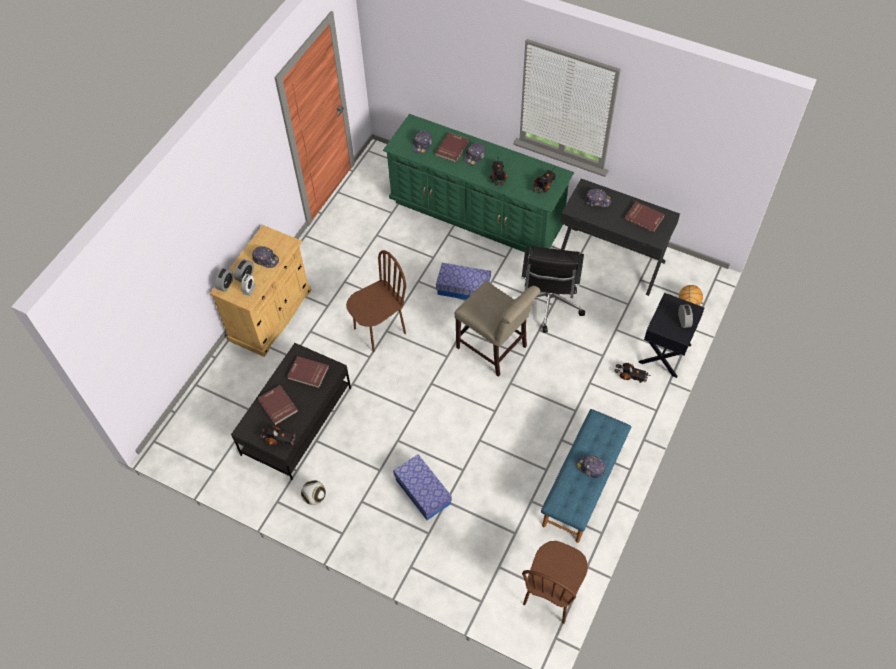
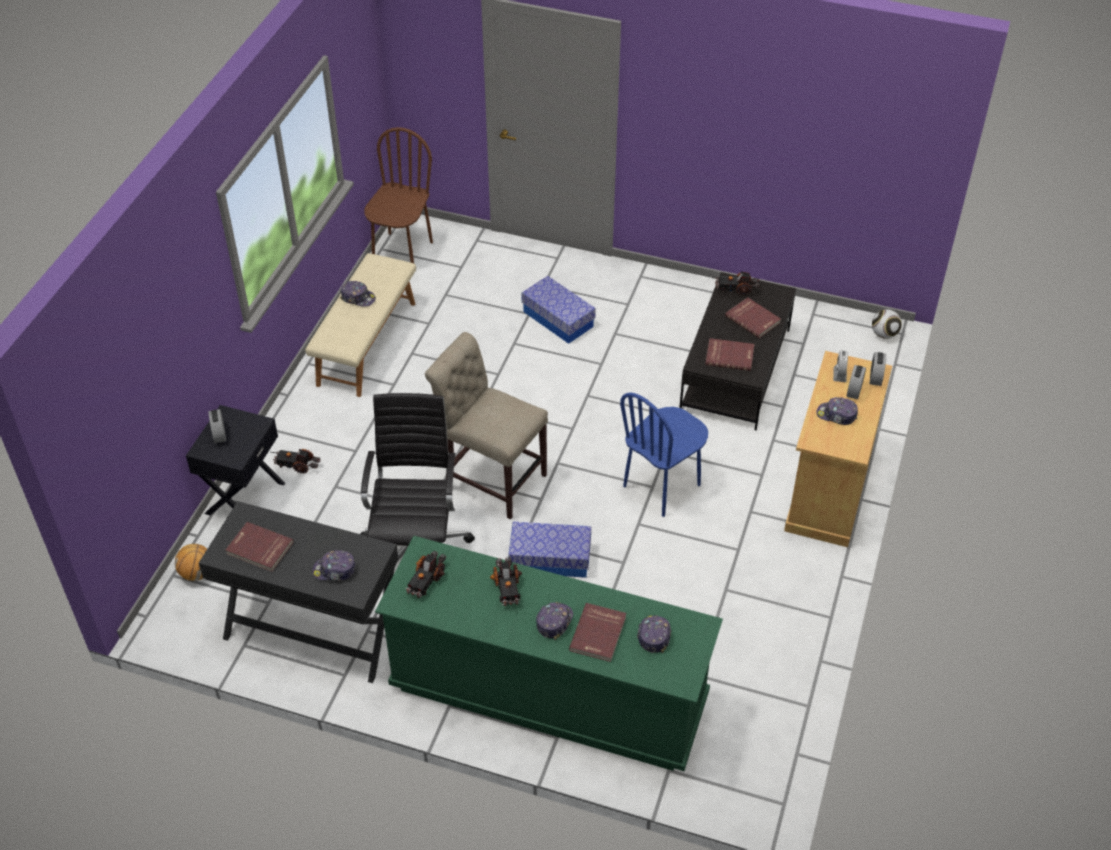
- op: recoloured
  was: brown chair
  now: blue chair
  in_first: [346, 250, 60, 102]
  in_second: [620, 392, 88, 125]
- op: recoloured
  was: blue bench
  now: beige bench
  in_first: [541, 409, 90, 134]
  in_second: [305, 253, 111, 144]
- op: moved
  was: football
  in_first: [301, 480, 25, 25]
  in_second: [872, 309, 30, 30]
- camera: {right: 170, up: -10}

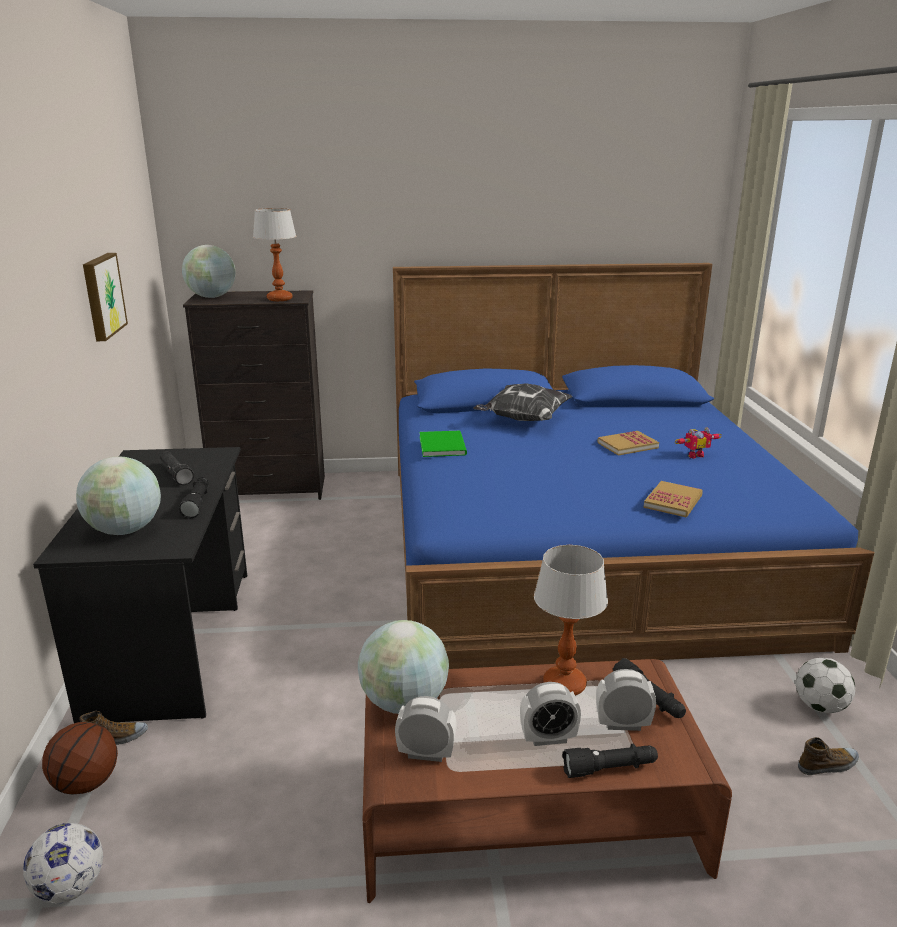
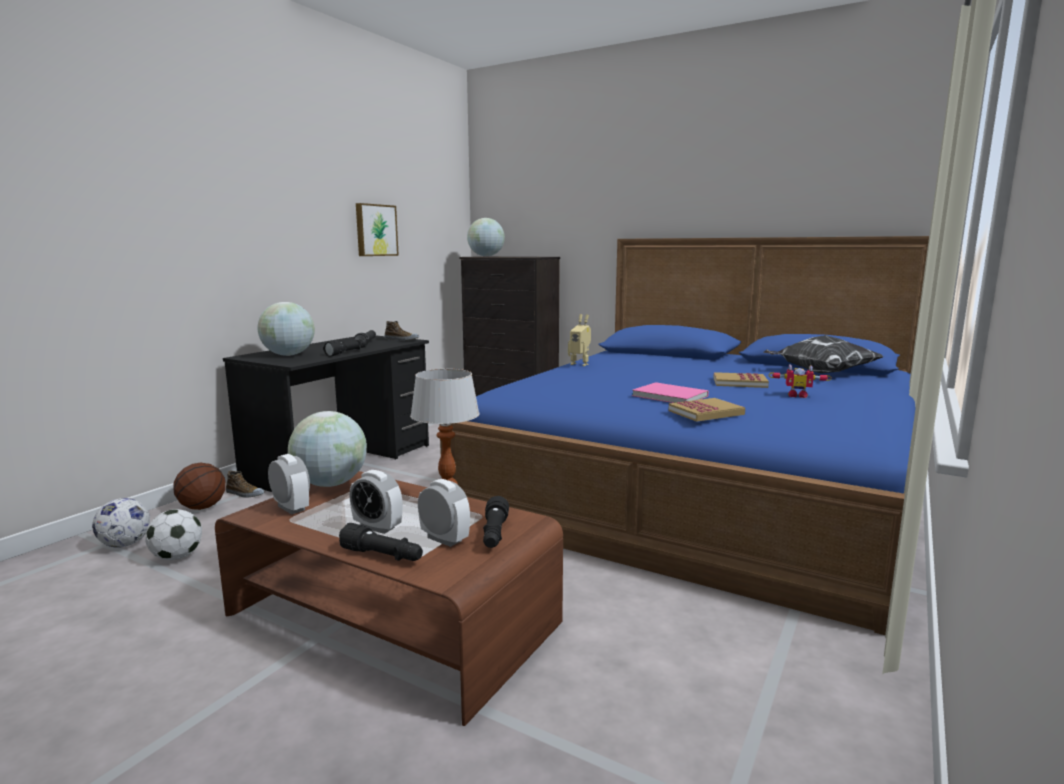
- op: removed
  was: table lamp
  in_first: [253, 208, 43, 93]
- op: moved
  was: pillow
  in_first: [473, 383, 100, 38]
  in_second: [763, 335, 121, 39]
- op: replaced
  was: green book
  now: toy robot
  in_first: [419, 431, 48, 26]
  in_second: [568, 314, 23, 52]
- op: moved
  was: football
  in_first: [796, 658, 59, 55]
  in_second: [145, 509, 57, 51]
- op: moved
  was: shoe
  in_first: [798, 737, 61, 38]
  in_second: [384, 321, 35, 20]
- op: added
  now: pink book
  in_second: [632, 382, 77, 21]
- camera: {right: 35, up: -10}

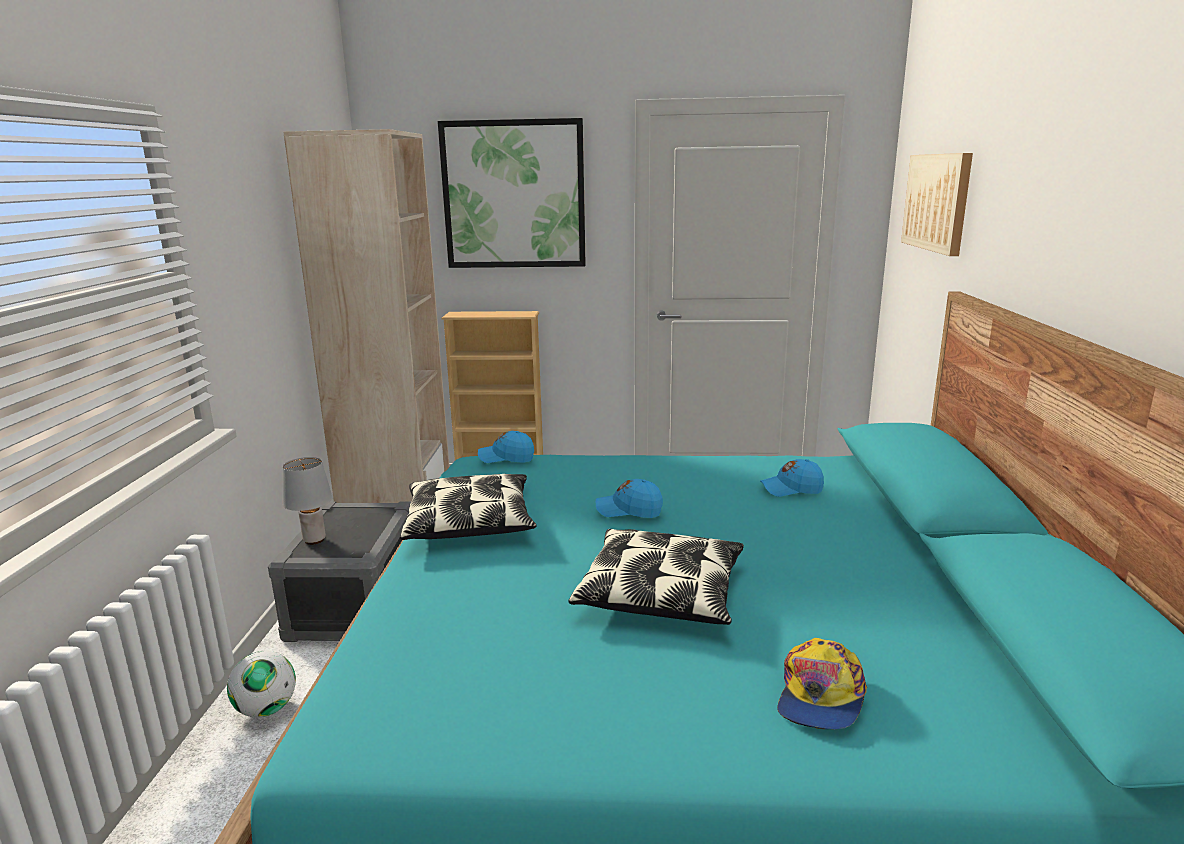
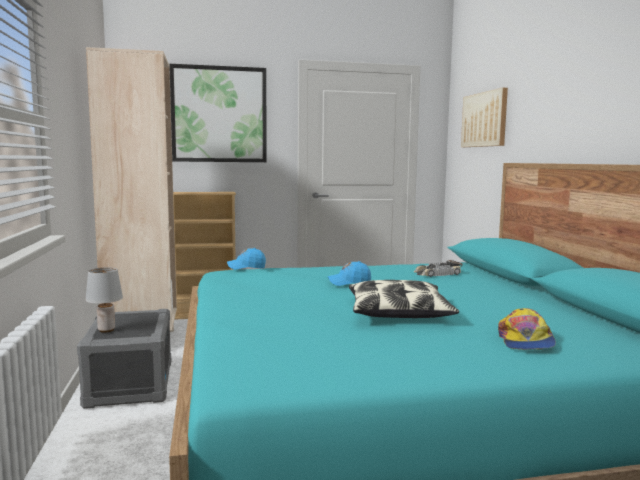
- op: replaced
  was: blue cap
  now: toy car
  in_first: [760, 459, 64, 38]
  in_second: [414, 260, 48, 17]
- op: removed
  was: pillow
  in_first: [400, 474, 136, 66]
- op: removed
  was: football
  in_first: [227, 651, 69, 67]
- camera: {right: -15, up: -10}

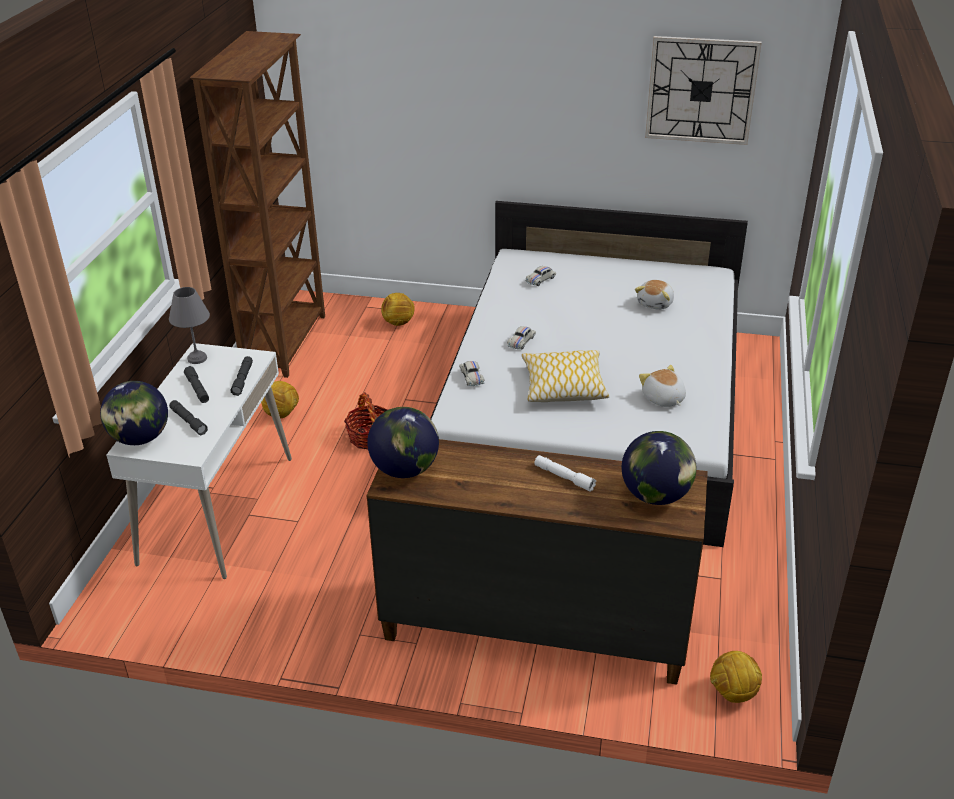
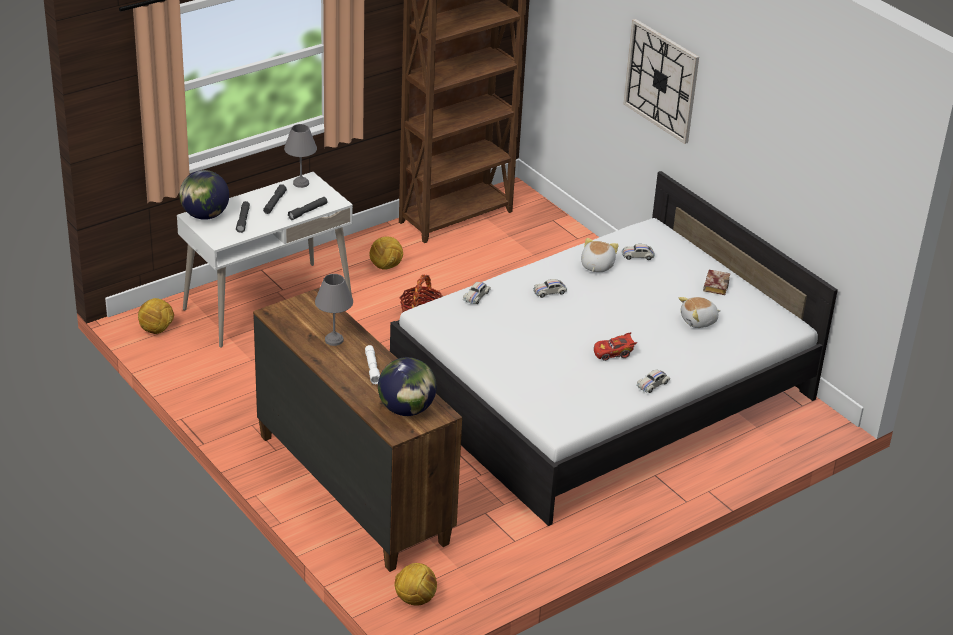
- op: moved
  was: wall clock
  in_first: [645, 36, 117, 109]
  in_second: [623, 19, 76, 125]
- op: moved
  was: football
  in_first: [381, 293, 34, 33]
  in_second: [138, 298, 36, 36]
- op: removed
  was: pillow
  in_first: [521, 350, 88, 52]
- op: moved
  was: plush toy
  in_first: [639, 365, 47, 42]
  in_second: [581, 238, 37, 34]
- op: removed
  was: globe
  in_first: [367, 407, 72, 71]
- op: added
  now: book
  in_second: [703, 270, 27, 25]
- op: added
  now: grey table lamp
  in_second: [315, 274, 38, 72]
- op: added
  now: red toy car
  in_second: [594, 332, 43, 29]
- op: added
  now: white toy car
  in_second: [637, 370, 33, 23]
- camera: {right: 40, up: 0}

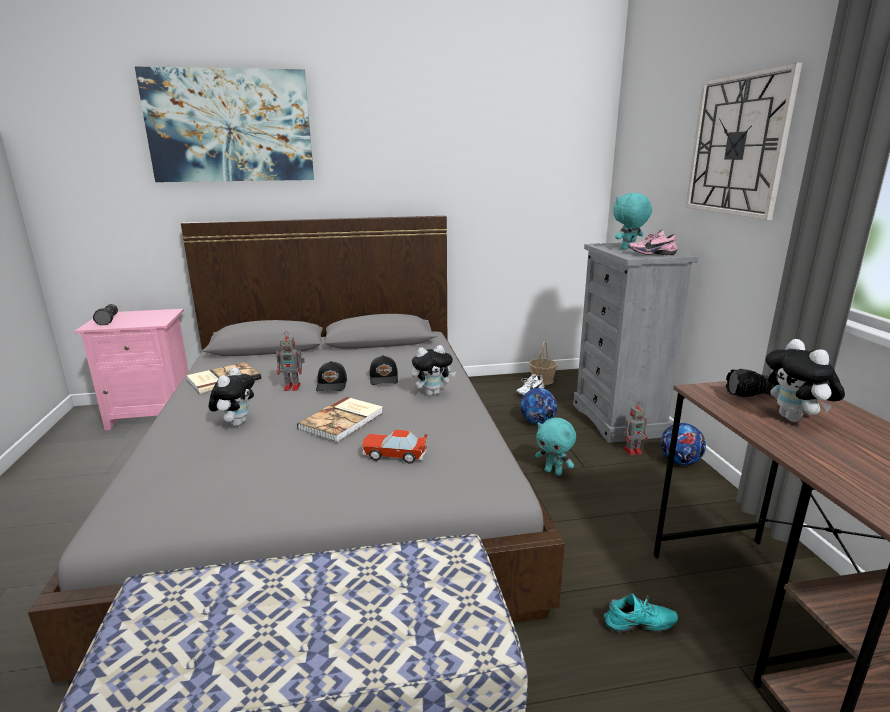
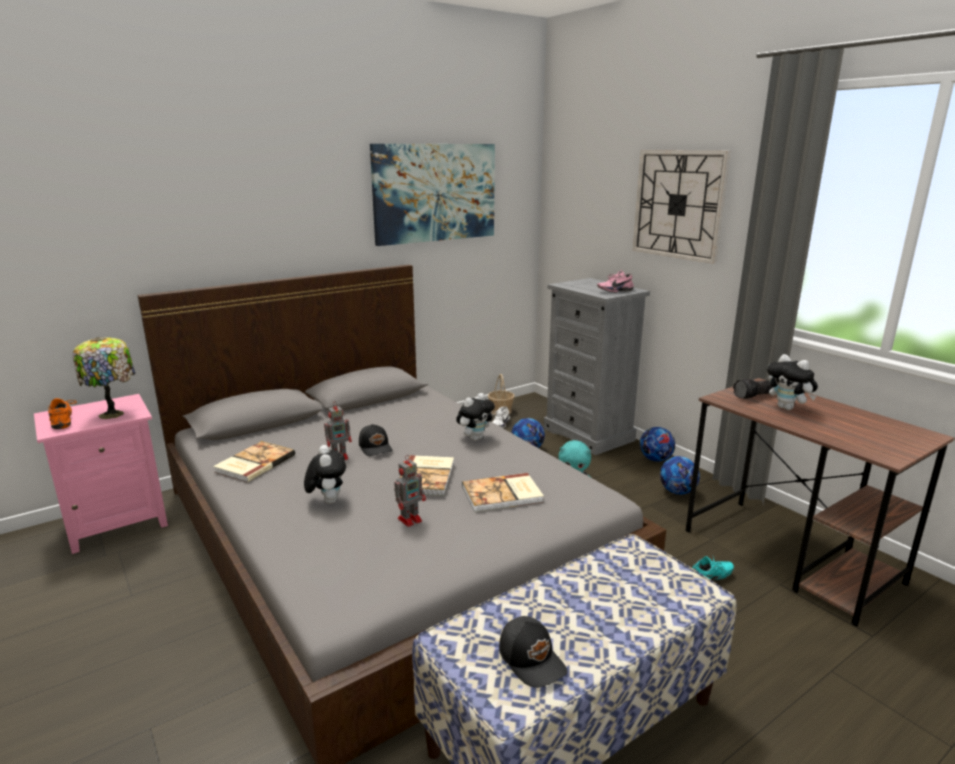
- op: moved
  was: picture
  in_first: [135, 67, 179, 115]
  in_second: [370, 144, 125, 102]
- op: removed
  was: turquoise plush toy
  in_first: [613, 193, 39, 57]
- op: replaced
  was: flashlight
  now: orange shoe
  in_first: [93, 304, 25, 21]
  in_second: [48, 398, 29, 31]
- op: moved
  was: black cap
  in_first: [369, 355, 29, 30]
  in_second: [499, 616, 69, 72]
- op: moved
  was: toy robot
  in_first: [623, 402, 25, 54]
  in_second: [394, 455, 32, 72]
- op: replaced
  was: toy car
  now: book
  in_first: [362, 430, 65, 34]
  in_second: [462, 473, 82, 39]
- op: added
  now: table lamp
  in_second: [72, 337, 63, 82]
- op: added
  now: football
  in_second: [660, 456, 40, 39]
- camera: {right: -25, up: 0}

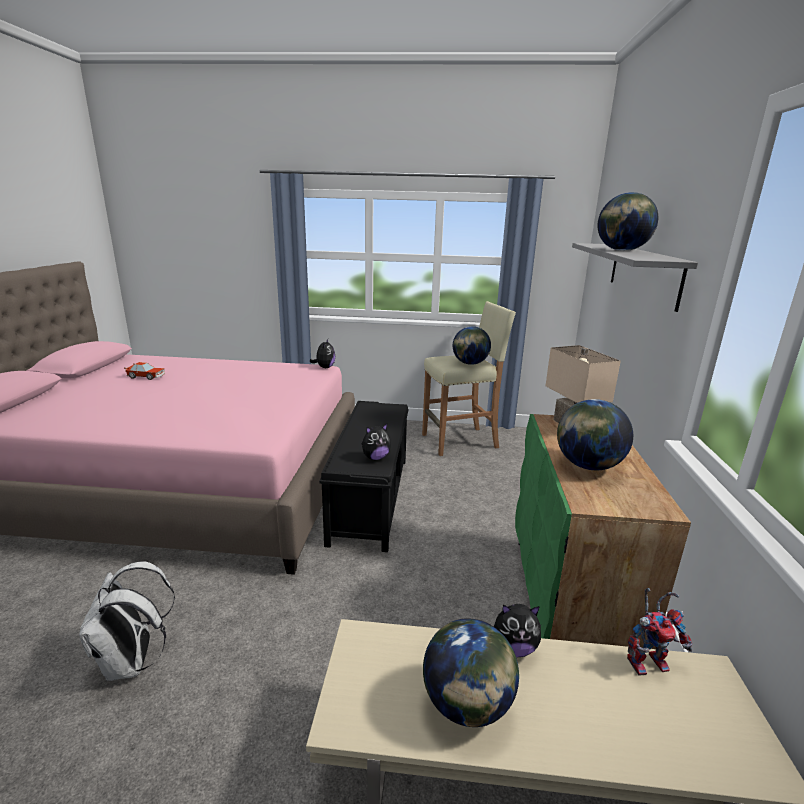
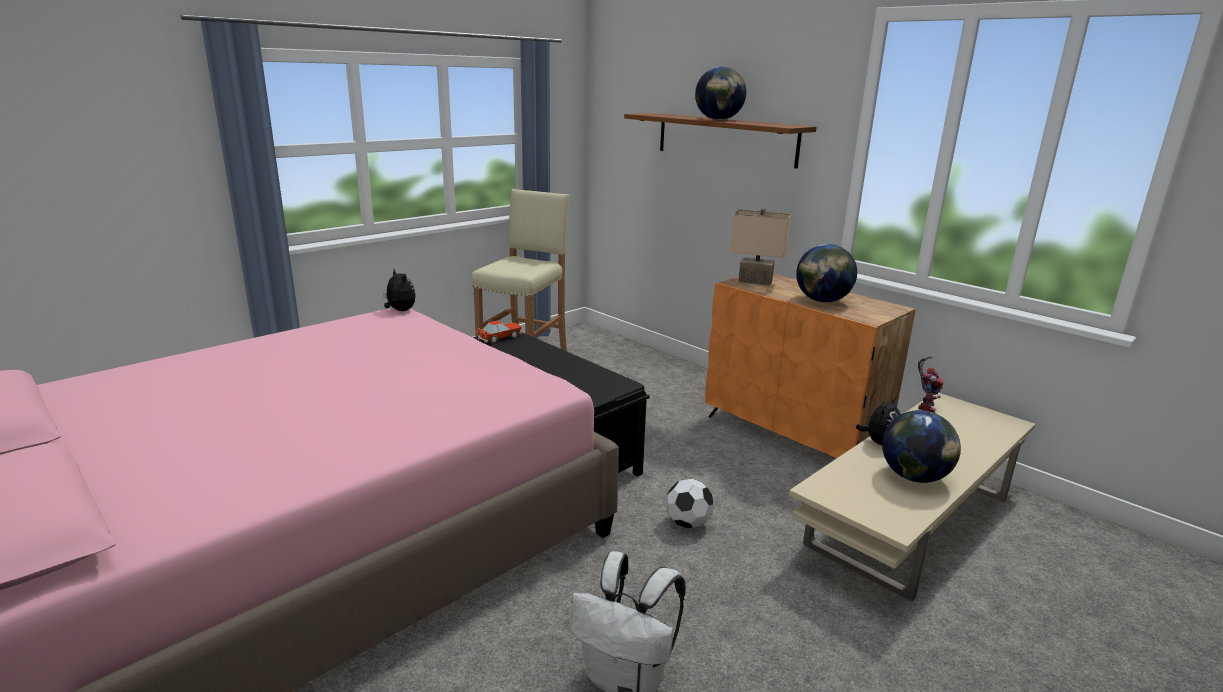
- op: recoloured
  was: grey shelf
  now: brown shelf
  in_first: [572, 243, 126, 69]
  in_second: [624, 113, 193, 55]
- op: removed
  was: globe
  in_first: [453, 326, 38, 39]
- op: moved
  was: toy car
  in_first: [124, 362, 41, 18]
  in_second: [476, 321, 46, 22]
- op: recoloured
  was: green cabinet
  now: orange cabinet
  in_first: [515, 414, 176, 235]
  in_second: [705, 274, 211, 184]
- op: removed
  was: plush toy
  in_first: [362, 424, 29, 36]
- op: added
  now: football
  in_second: [666, 479, 47, 49]
- camera: {right: -50, up: 0}

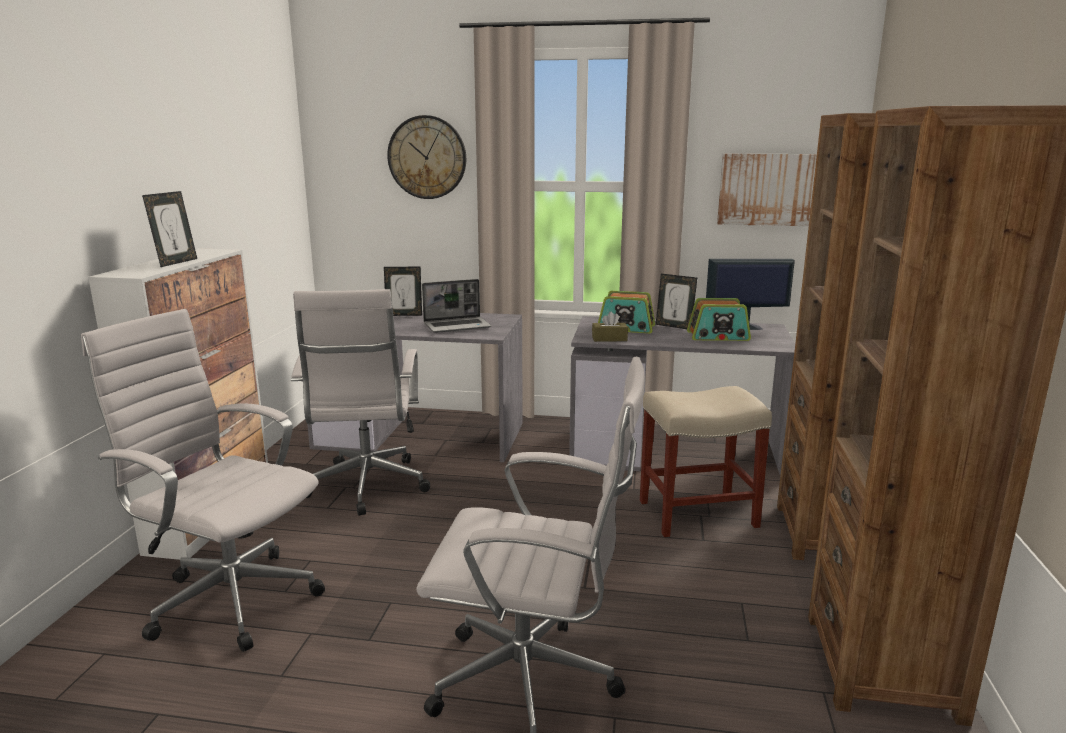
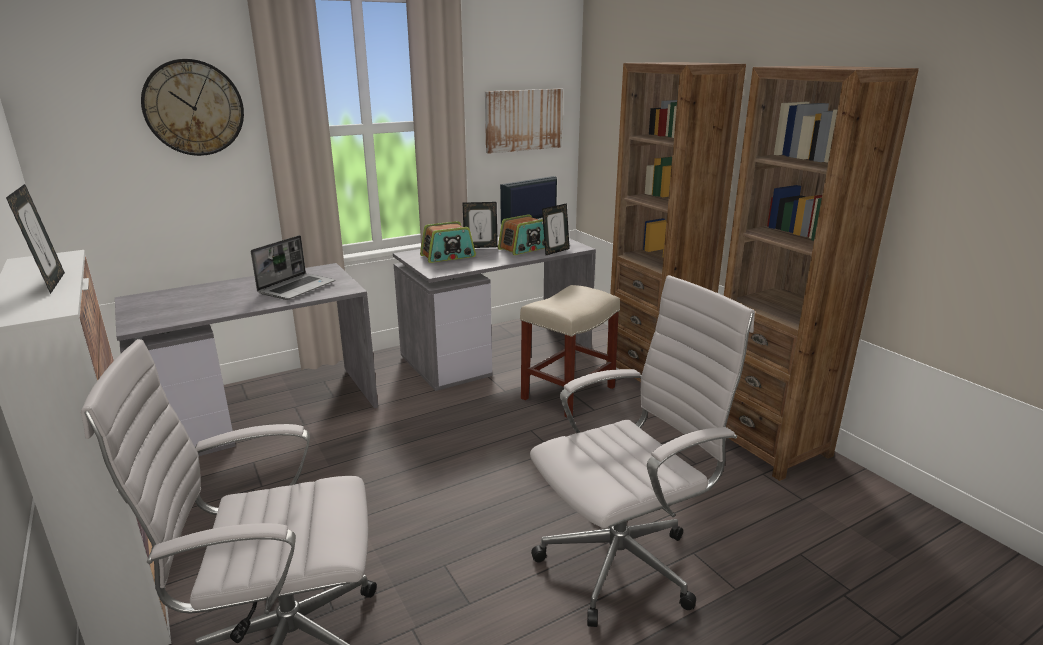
- op: moved
  was: picture frame
  in_first: [384, 267, 38, 49]
  in_second: [542, 203, 28, 52]
- op: removed
  was: white office chair
  in_first: [291, 289, 139, 227]
- op: removed
  was: brown tissue box
  in_first: [592, 312, 36, 30]
- camera: {right: -40, up: 5}

